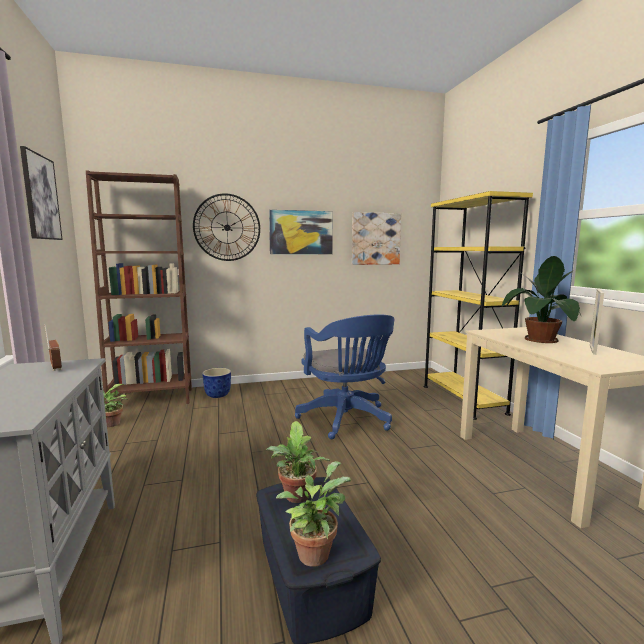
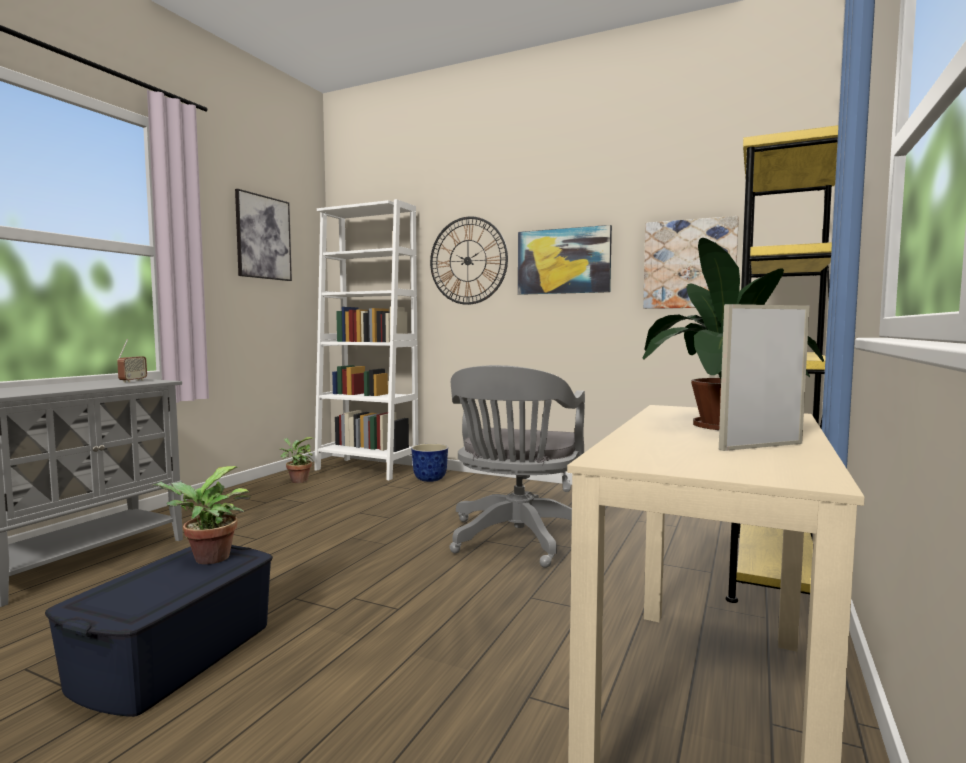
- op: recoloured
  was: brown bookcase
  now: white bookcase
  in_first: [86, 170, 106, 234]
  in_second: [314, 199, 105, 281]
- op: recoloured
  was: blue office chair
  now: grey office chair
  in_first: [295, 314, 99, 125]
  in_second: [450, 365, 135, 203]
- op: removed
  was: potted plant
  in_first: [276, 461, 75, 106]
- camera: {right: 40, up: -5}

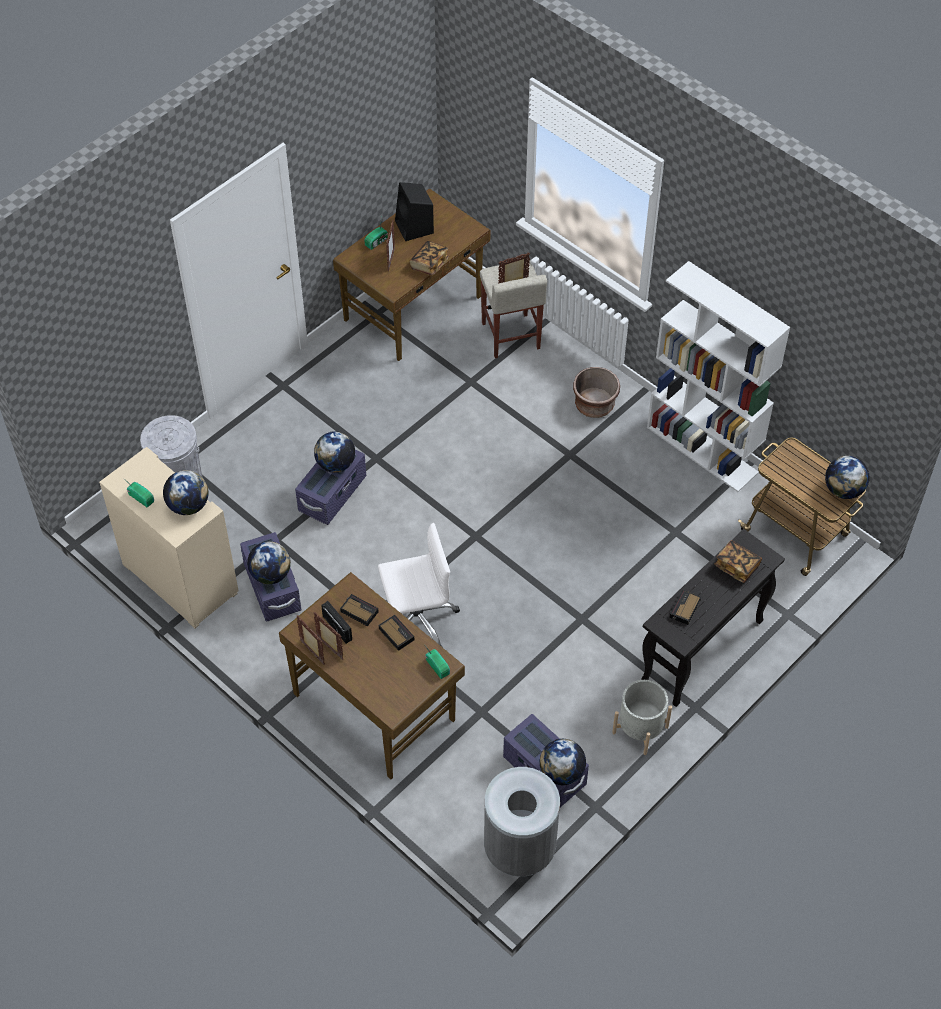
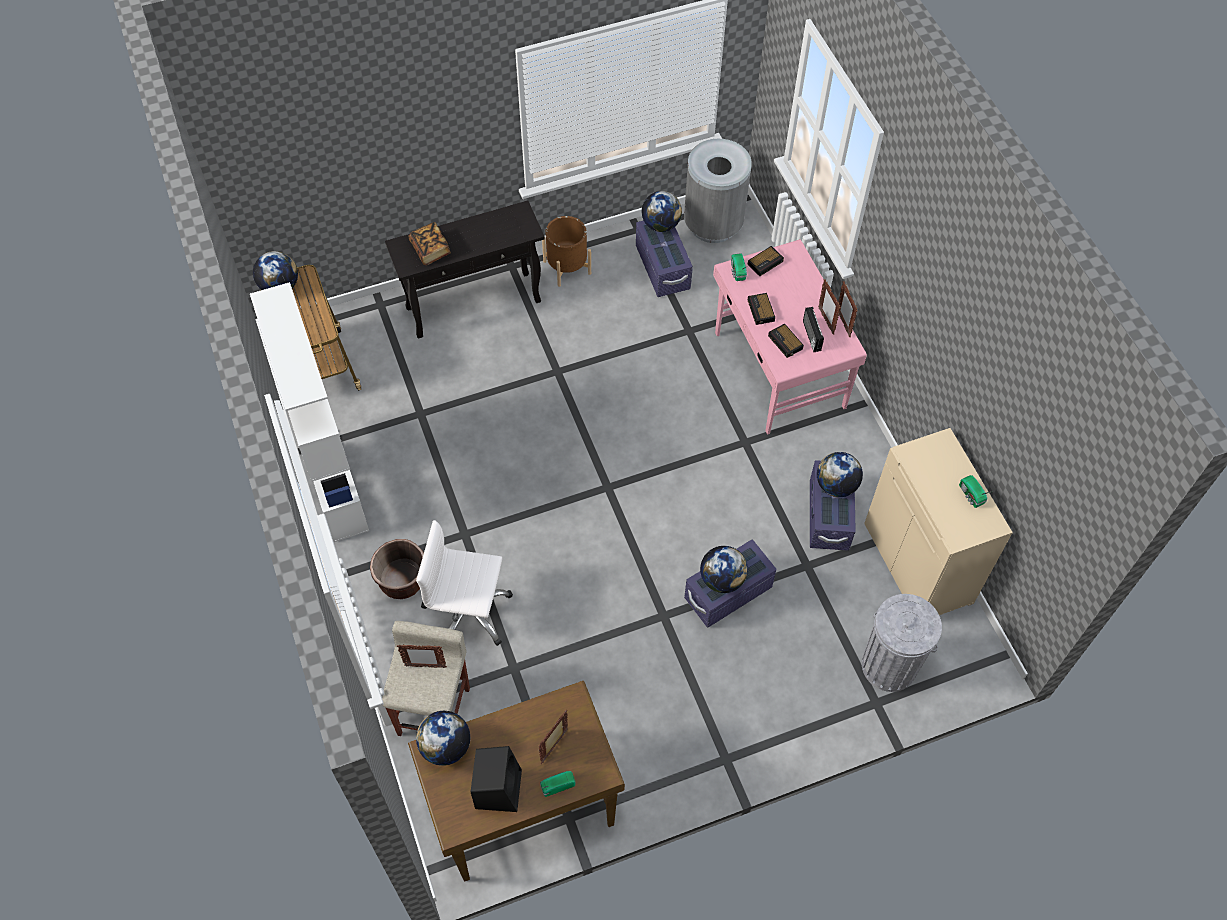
- op: removed
  was: book
  in_first: [409, 241, 40, 35]
- op: moved
  was: globe
  in_first: [163, 470, 46, 45]
  in_second: [416, 711, 54, 55]
- op: moved
  was: white office chair
  in_first: [378, 523, 82, 124]
  in_second: [416, 520, 97, 126]
- op: recoloured
  was: brown desk
  now: pink desk
  in_first: [279, 572, 186, 207]
  in_second: [713, 239, 154, 196]
- op: moved
  was: alarm clock
  in_first: [670, 590, 31, 35]
  in_second: [747, 246, 37, 30]
- op: recoloured
  was: grey planter
  now: brown planter
  in_first: [612, 680, 60, 75]
  in_second: [542, 216, 49, 71]
- camera: {right: -155, up: 5}

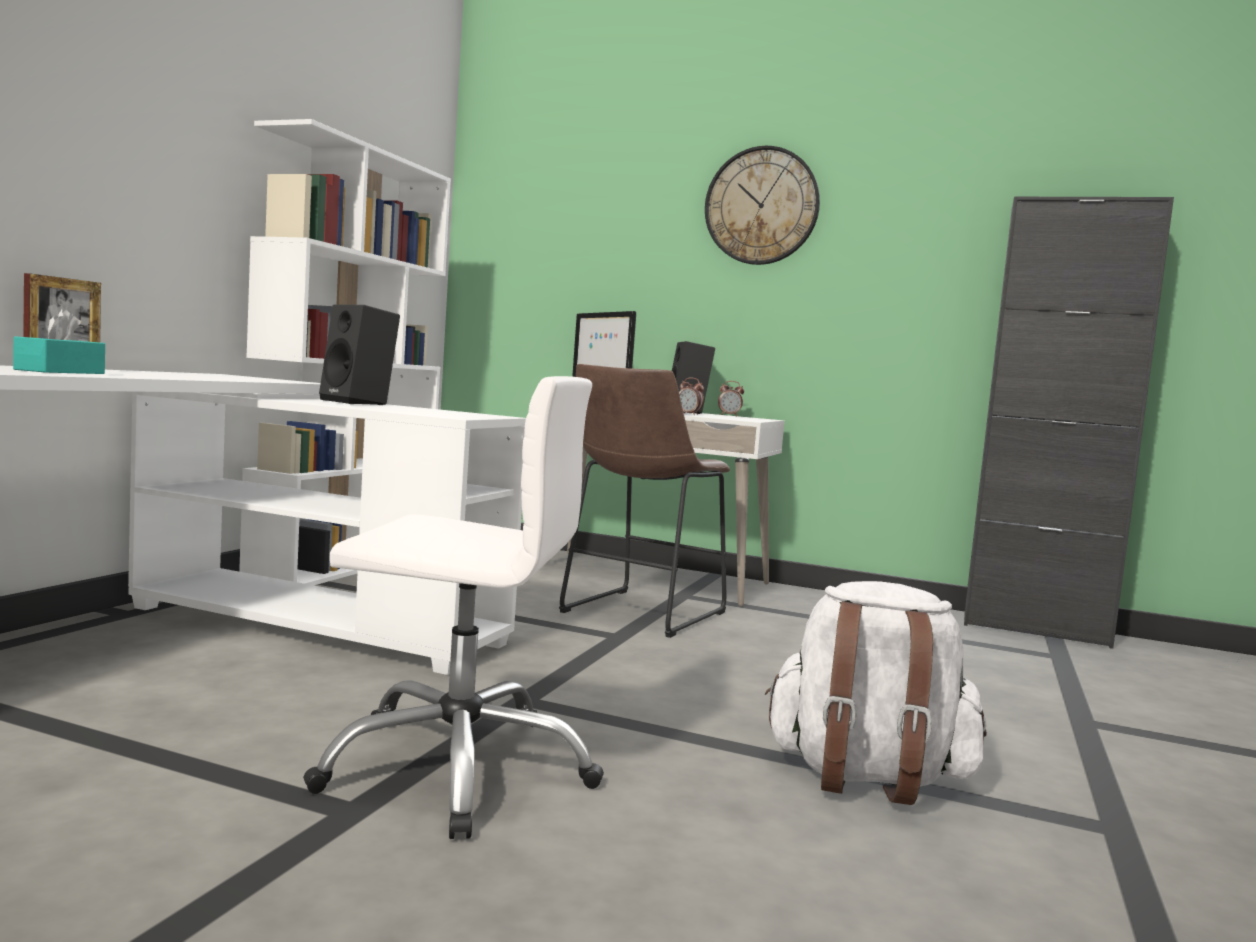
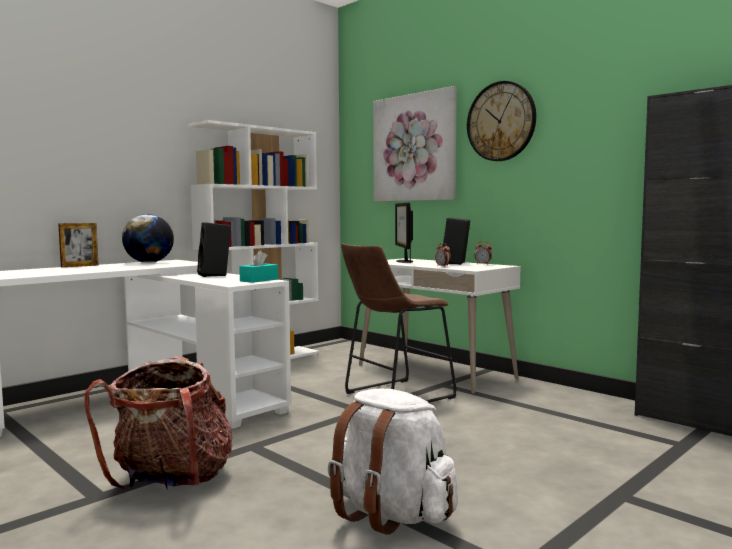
- op: moved
  was: turquoise tissue box
  in_first: [13, 309, 92, 65]
  in_second: [239, 250, 39, 33]
- op: replaced
  was: white office chair
  now: backpack
  in_first: [303, 376, 301, 463]
  in_second: [84, 356, 149, 133]
- op: added
  now: picture
  in_second: [373, 86, 84, 116]
- op: added
  now: globe
  in_second: [122, 214, 52, 49]
- camera: {right: 25, up: 0}

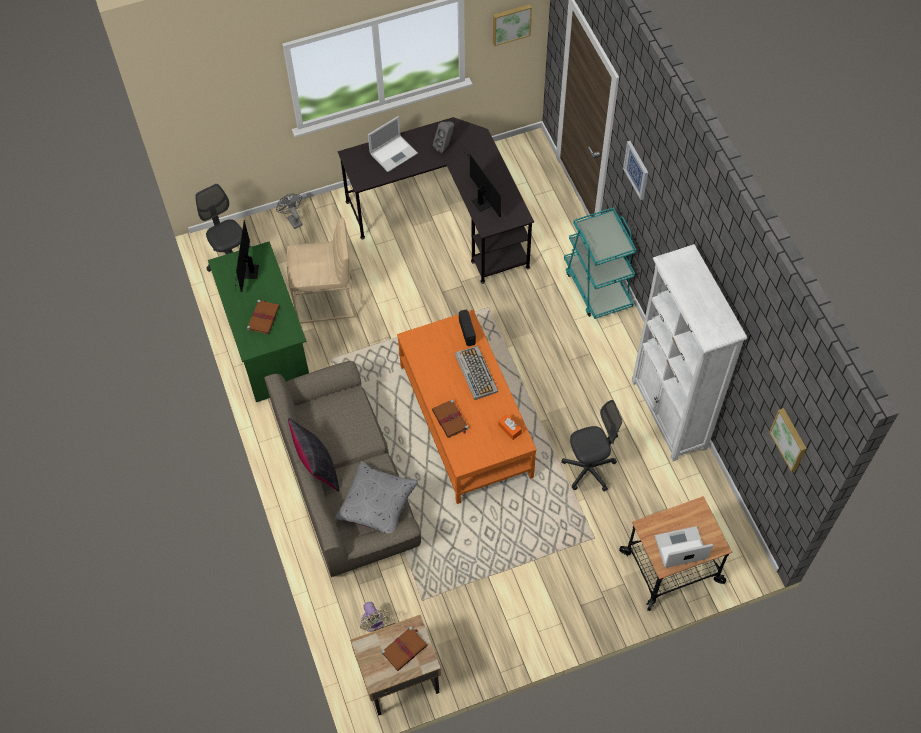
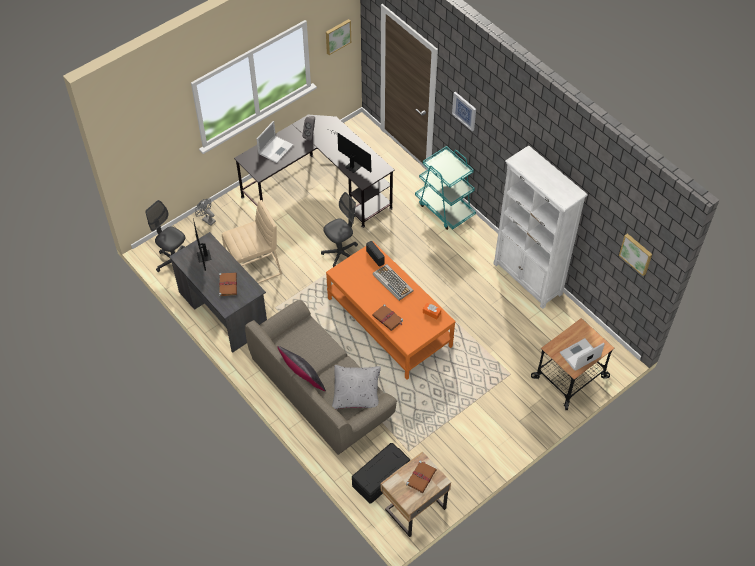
- op: recoloured
  was: green desk
  now: grey desk
  in_first: [208, 241, 101, 161]
  in_second: [169, 232, 98, 121]
- op: moved
  was: grey office chair
  in_first: [561, 400, 61, 92]
  in_second: [321, 192, 37, 75]
- op: replaced
  was: beige fan
  now: black storage box
  in_first: [360, 602, 30, 30]
  in_second: [352, 443, 58, 61]
- camera: {right: -20, up: -5}

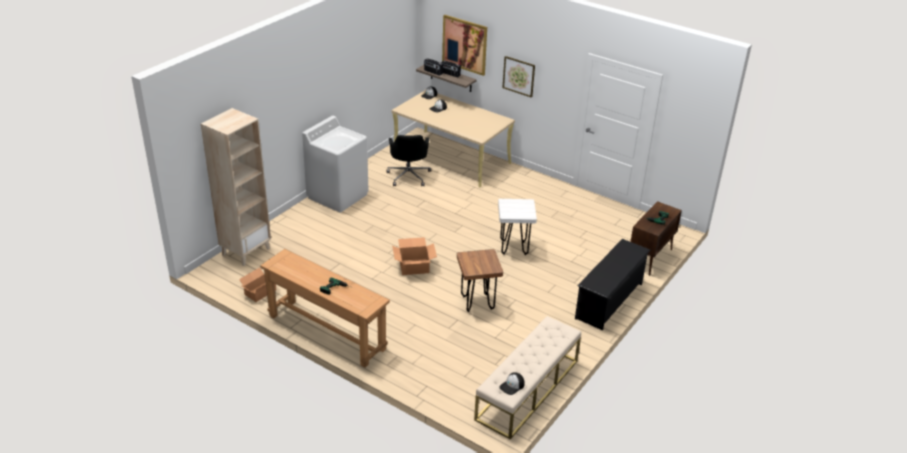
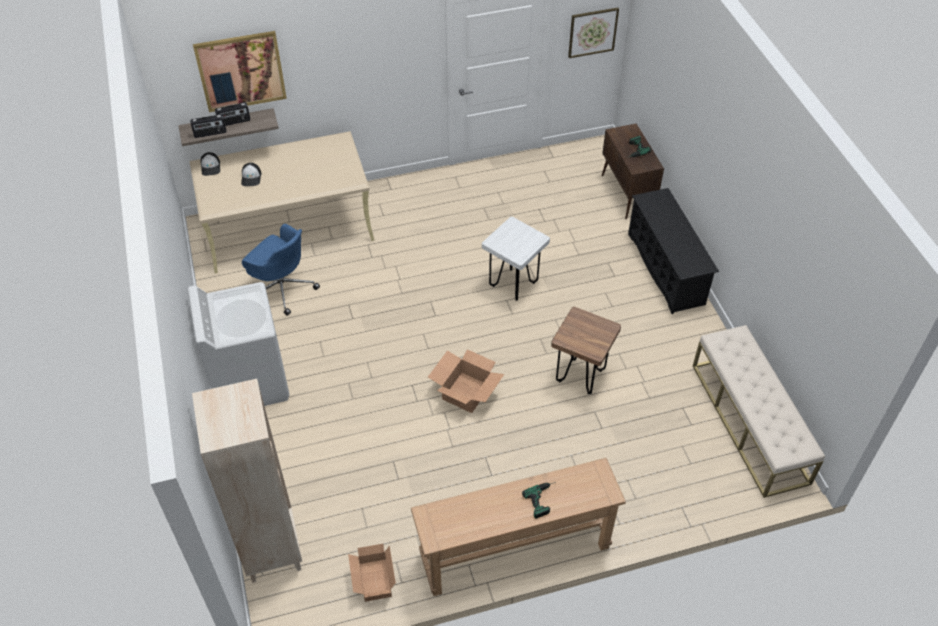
- op: moved
  was: picture
  in_first: [503, 56, 32, 41]
  in_second: [568, 7, 51, 51]
- op: recoloured
  was: black office chair
  now: blue office chair
  in_first: [387, 135, 44, 51]
  in_second: [242, 224, 78, 92]
- op: removed
  was: cap
  in_first: [499, 372, 26, 23]
- camera: {right: -50, up: 15}

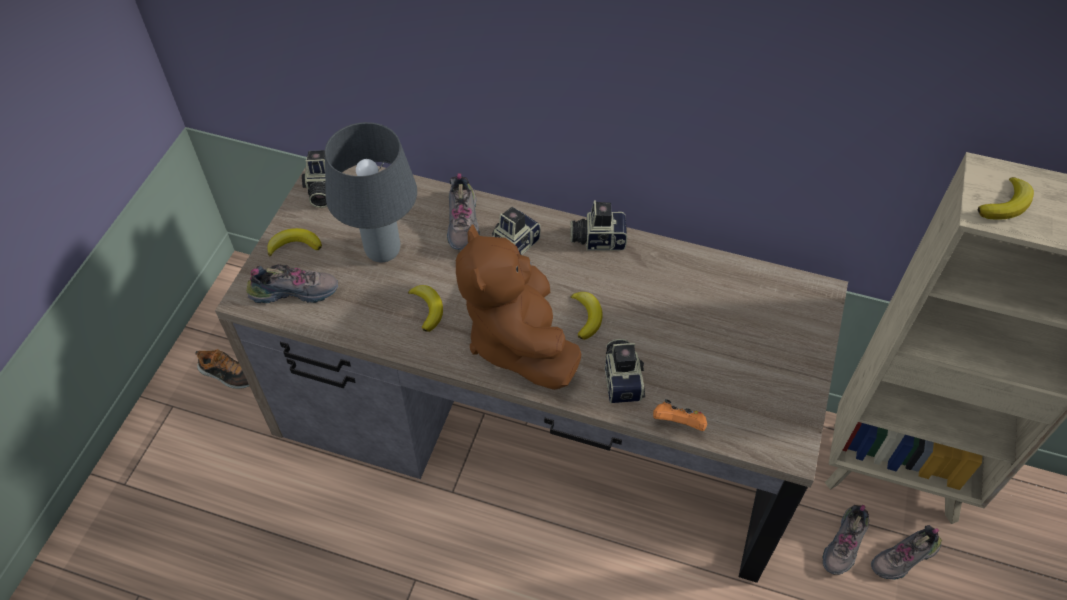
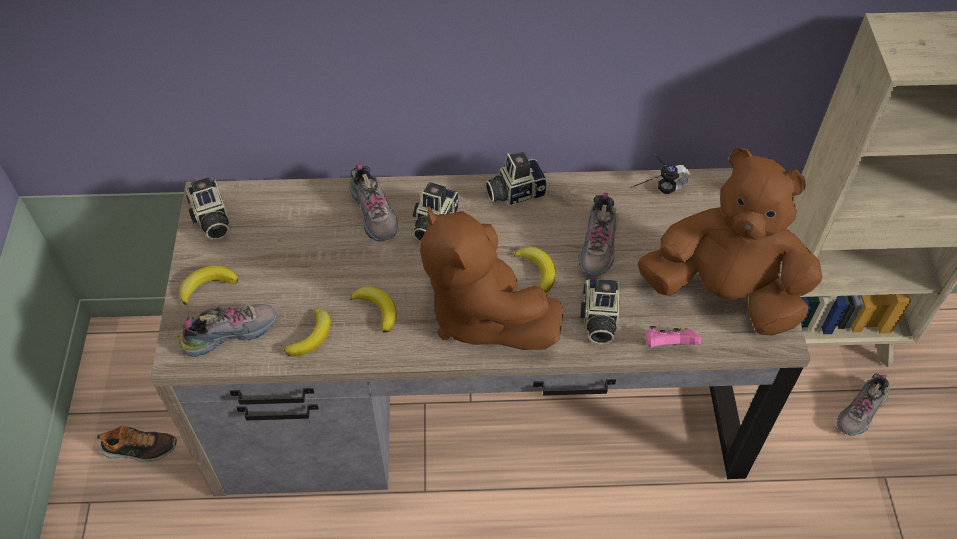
- op: removed
  was: grey table lamp
  in_first: [325, 122, 92, 140]
- op: moved
  was: banana
  in_first: [978, 177, 56, 43]
  in_second: [284, 308, 47, 49]
- op: turned
  was: photo camera
  in_first: [605, 339, 40, 65]
  in_second: [580, 279, 40, 66]
  clockwise: -150
- op: recoloured
  was: orange game controller
  now: pink game controller
  in_first: [653, 399, 54, 32]
  in_second: [645, 326, 56, 21]
- op: moved
  was: shoe
  in_first: [822, 505, 47, 70]
  in_second: [578, 192, 40, 84]
- op: added
  now: brown plush toy
  in_second: [638, 148, 185, 188]
- op: added
  now: headphones
  in_second: [630, 154, 60, 40]
- camera: {right: -20, up: 0}

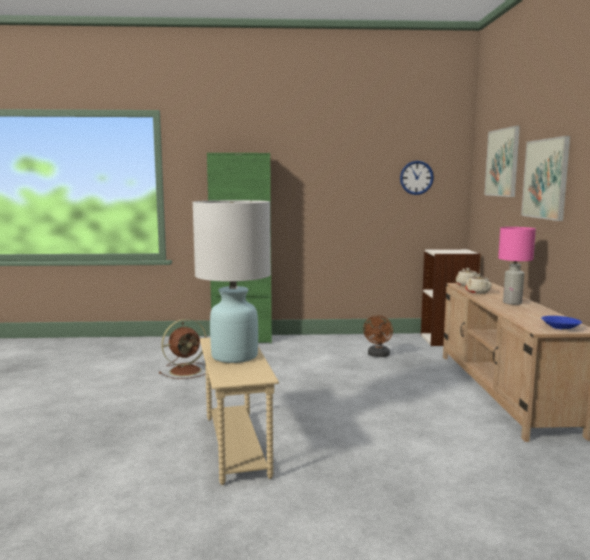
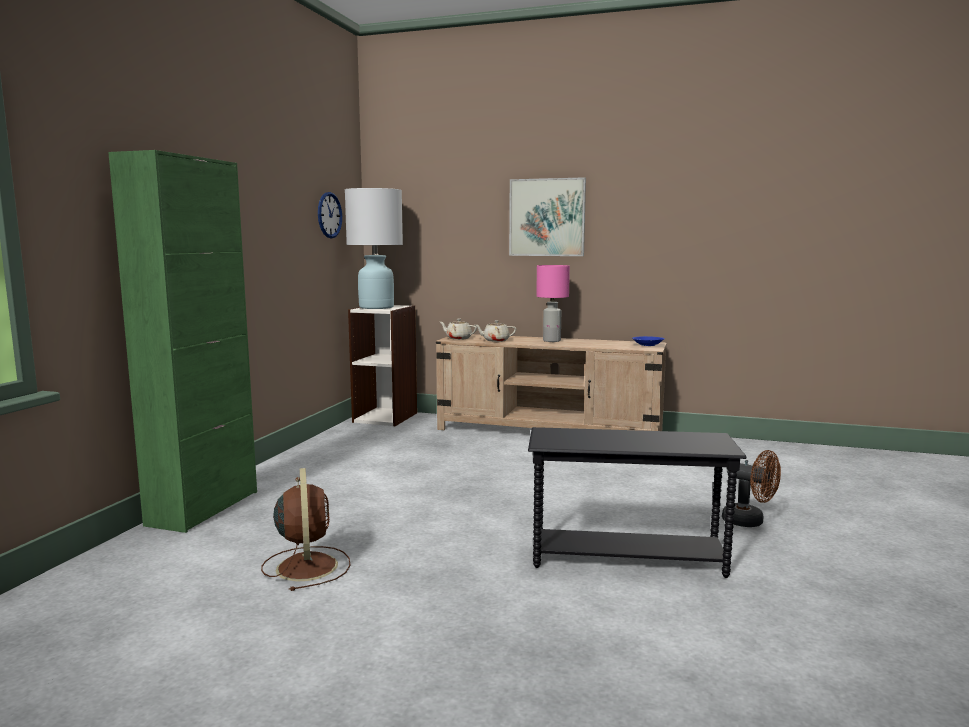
- op: removed
  was: picture
  in_first: [484, 126, 36, 71]
- op: moved
  was: white table lamp
  in_first: [192, 200, 79, 163]
  in_second: [345, 188, 58, 121]
- op: moved
  was: brown fan
  in_first: [363, 315, 30, 42]
  in_second: [722, 450, 59, 77]
- op: recoloured
  was: beige side table
  now: black side table
  in_first: [200, 338, 79, 147]
  in_second: [528, 427, 218, 151]
- camera: {right: -70, up: 0}

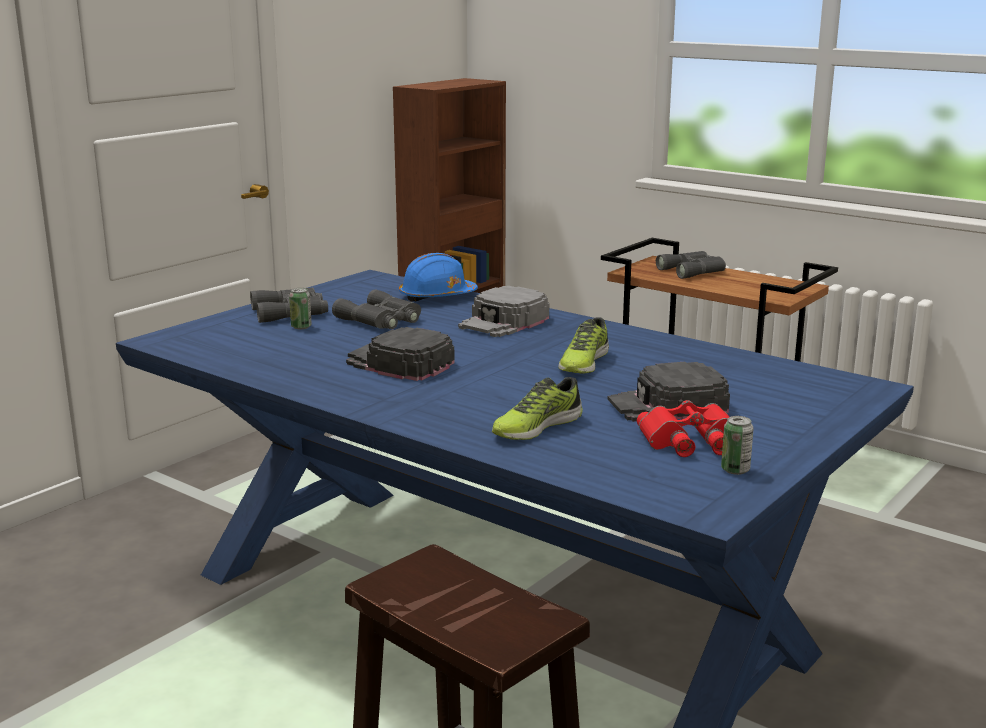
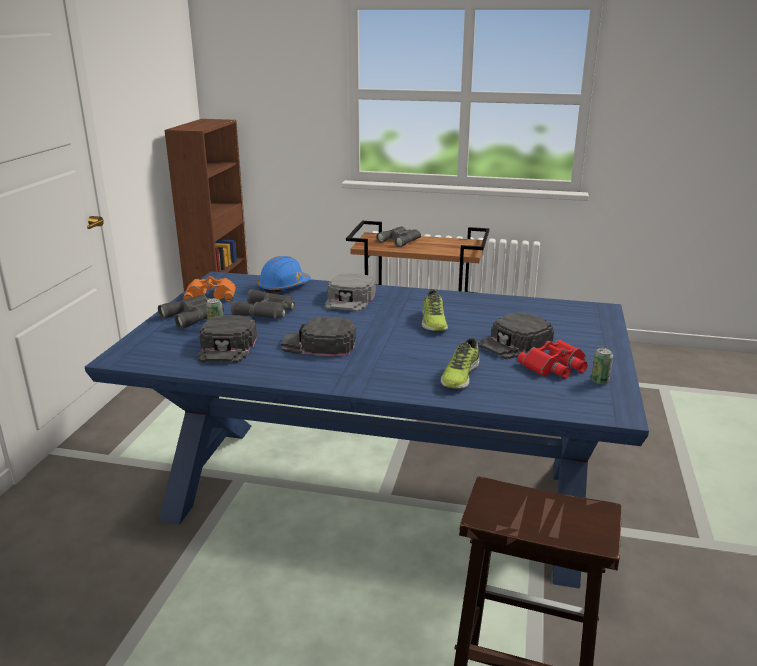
- op: added
  now: orange binoculars
  in_second: [183, 276, 53, 25]
- op: added
  now: black cap
  in_second: [198, 315, 59, 48]
- camera: {right: -25, up: 5}

